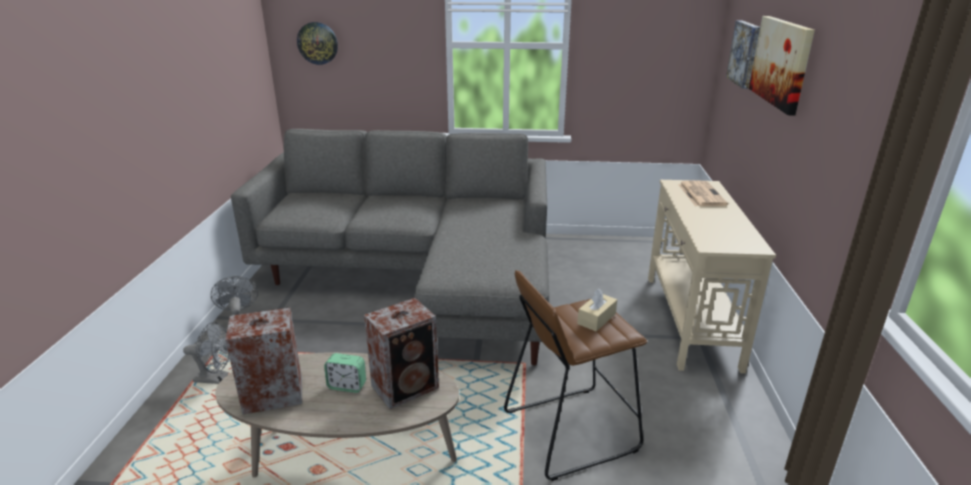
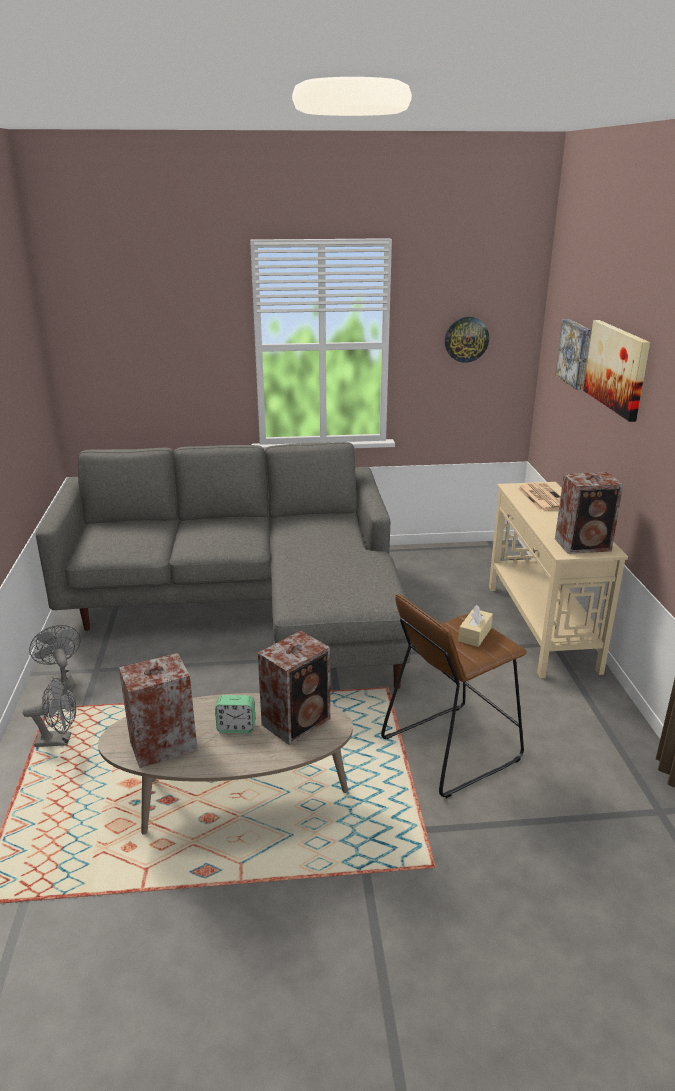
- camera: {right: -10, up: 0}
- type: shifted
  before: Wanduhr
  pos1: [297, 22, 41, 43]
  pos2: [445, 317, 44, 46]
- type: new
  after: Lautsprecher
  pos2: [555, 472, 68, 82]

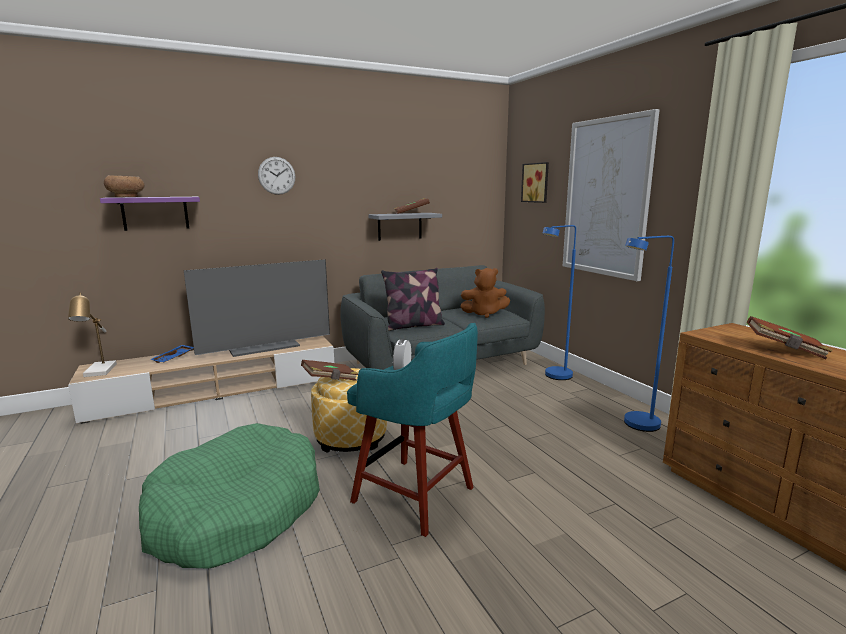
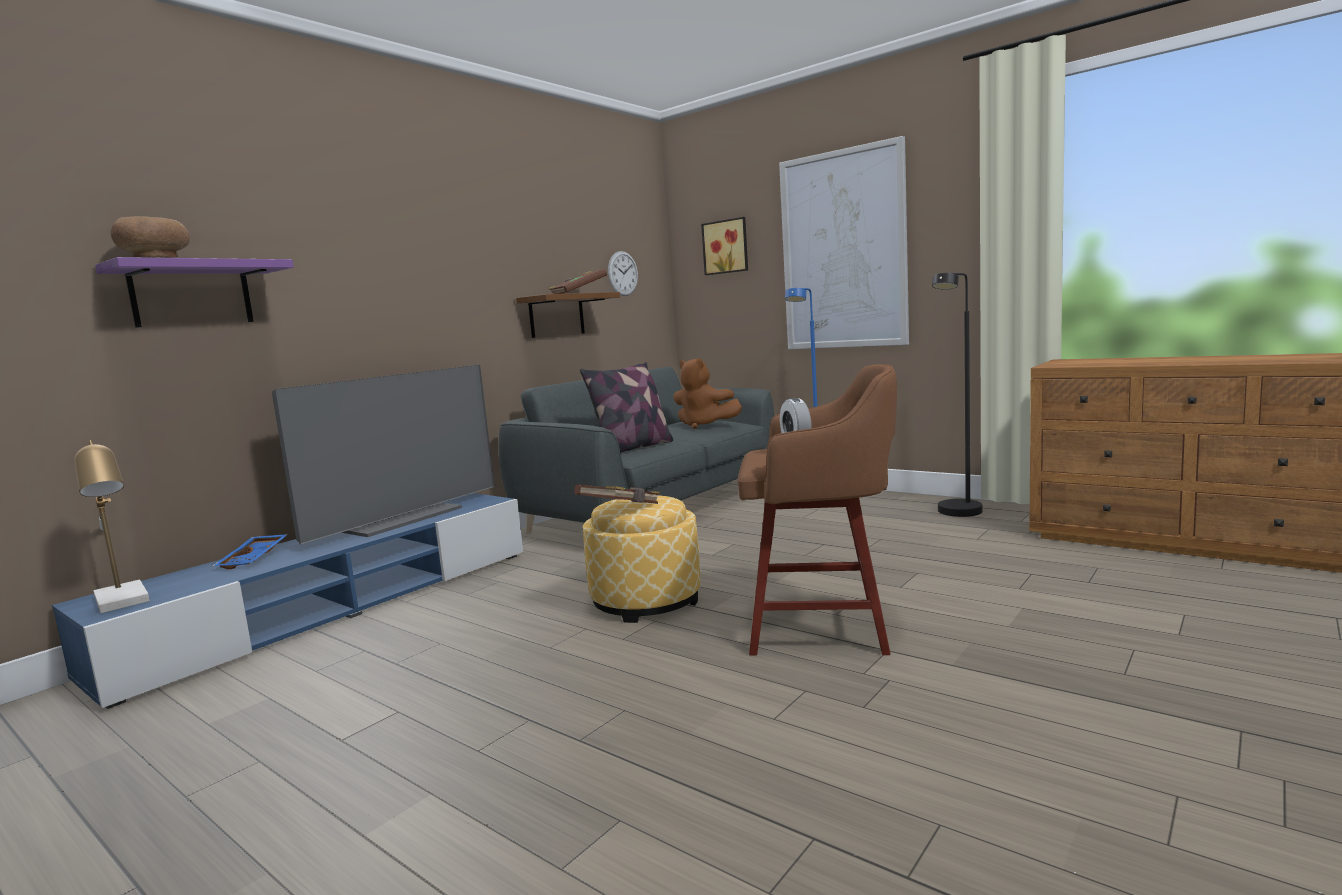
- camera: {right: -25, up: -5}
- type: repainted
  before: Fernsehschrank/beige
  after: Fernsehschrank/blau
  pos1: [68, 336, 266, 88]
  pos2: [52, 493, 471, 216]
- type: repainted
  before: Wandregal/grau
  after: Wandregal/braun
  pos1: [368, 213, 74, 28]
  pos2: [516, 292, 104, 46]
- type: shifted
  before: Wanduhr
  pos1: [258, 157, 37, 38]
  pos2: [608, 251, 30, 45]
- type: rotated
  before: Plüschtier/braun
  pos1: [460, 268, 50, 50]
  pos2: [673, 358, 69, 71]
  turn: 60
- type: repainted
  before: Hocker/türkis
  after: Hocker/braun
  pos1: [347, 323, 131, 214]
  pos2: [738, 364, 159, 291]
- type: repainted
  before: Stehlampe/blau
  after: Stehlampe/schwarz
  pos1: [624, 236, 50, 196]
  pos2: [932, 273, 50, 244]
- type: gone
  before: Hundebett/grün
  pos1: [139, 423, 181, 146]
- type: gone
  before: Buch/braun
  pos1: [747, 316, 86, 43]

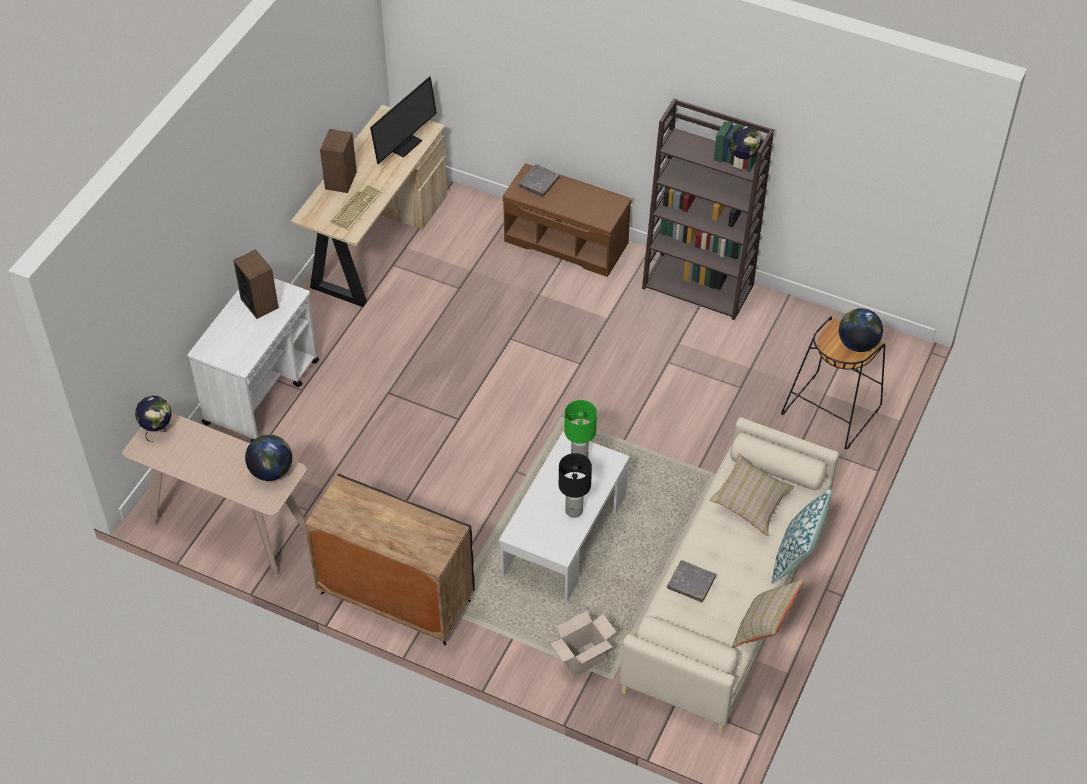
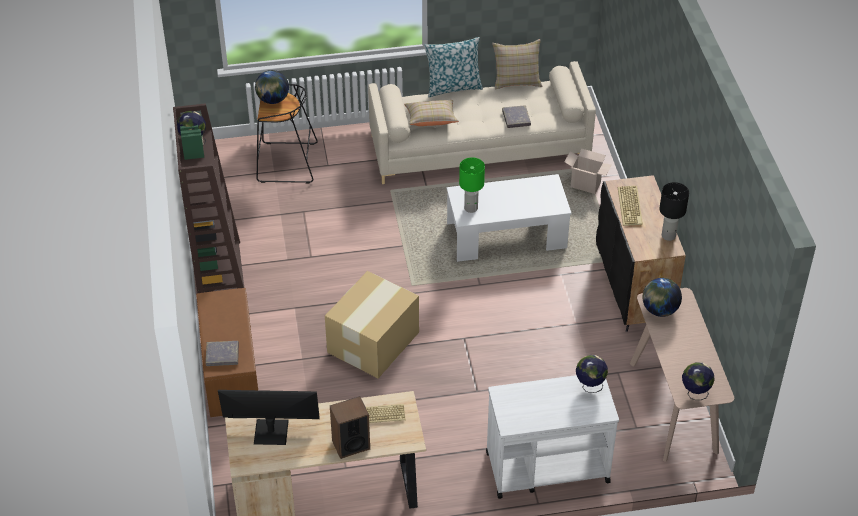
- camera: {right: -125, up: -5}
- type: new
  after: Karton
  pos2: [325, 271, 94, 107]
- type: new
  after: Globus
  pos2: [576, 355, 32, 38]
- type: new
  after: Tastatur
  pos2: [618, 186, 25, 40]
- type: shifted
  before: Tischlampe/schwarz
  pos1: [559, 453, 33, 65]
  pos2: [659, 182, 30, 59]
- type: gone
  before: Lautsprecher
  pos1: [233, 249, 46, 70]

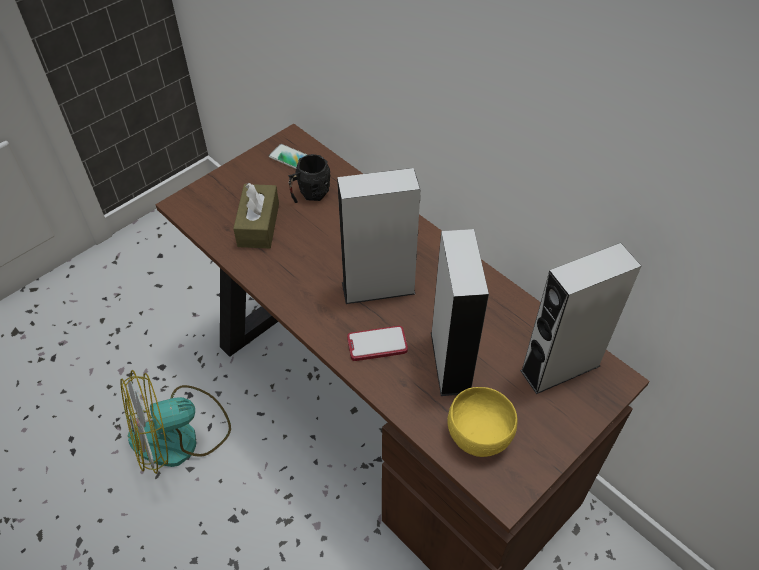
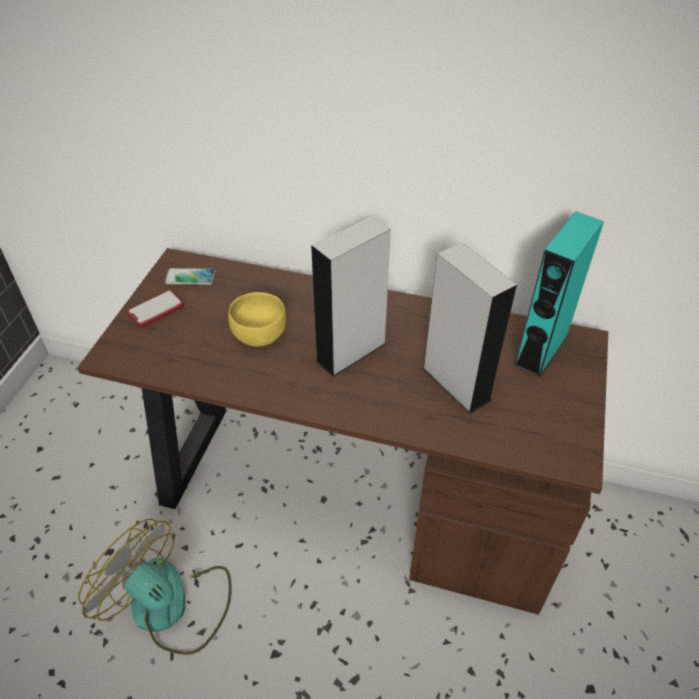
- camera: {right: -30, up: -5}
- type: rotated
  before: Ventilator
  pos1: [120, 370, 111, 104]
  pos2: [78, 519, 154, 136]
  turn: 90
- type: shifted
  before: Handy
  pos1: [347, 326, 61, 35]
  pos2: [127, 290, 57, 38]
- type: shifted
  before: Schüssel/gelb
  pos1: [447, 387, 71, 70]
  pos2: [228, 292, 58, 54]
- type: repainted
  before: Lautsprecher/grau
  after: Lautsprecher/türkis
  pos1: [520, 243, 121, 151]
  pos2: [514, 211, 90, 167]
- type: gone
  before: Taschentuchbox/braun
  pos1: [233, 183, 46, 65]
- type: gone
  before: Henkelbecher/schwarz
  pos1: [288, 154, 42, 49]

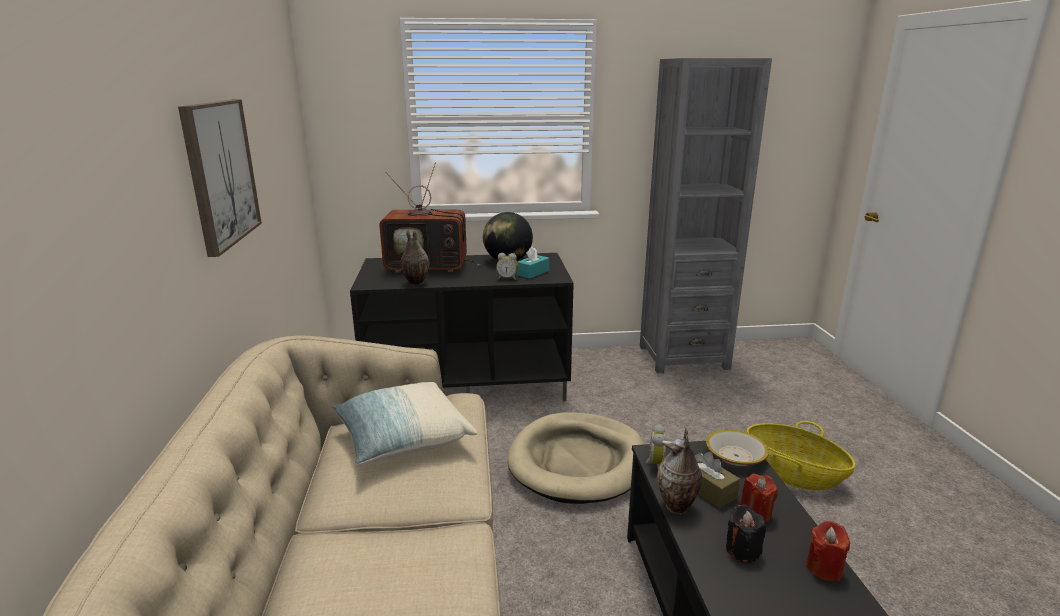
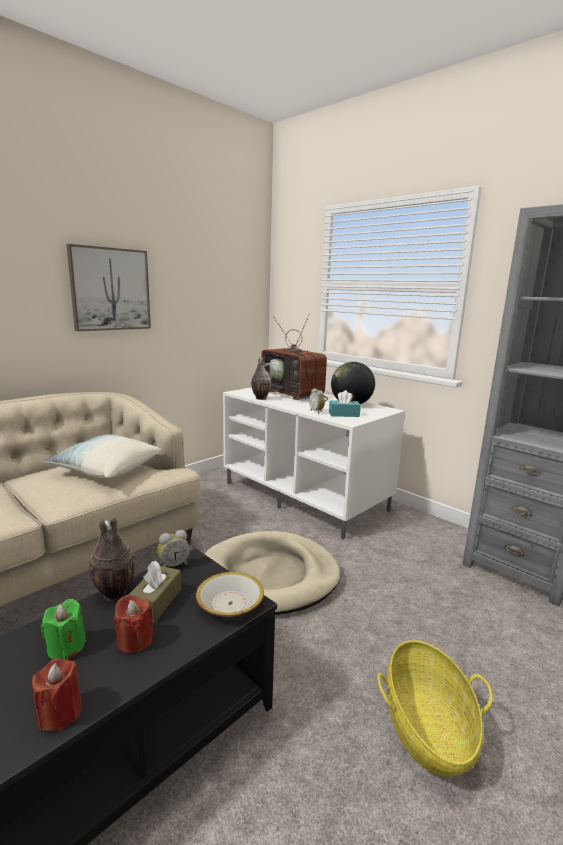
- camera: {right: 50, up: -5}
- type: repainted
  before: Kerze/schwarz
  after: Kerze/grün
  pos1: [726, 504, 40, 59]
  pos2: [41, 599, 45, 61]
- type: repainted
  before: Fernsehschrank/schwarz
  after: Fernsehschrank/weiß
  pos1: [350, 253, 224, 148]
  pos2: [223, 387, 182, 152]

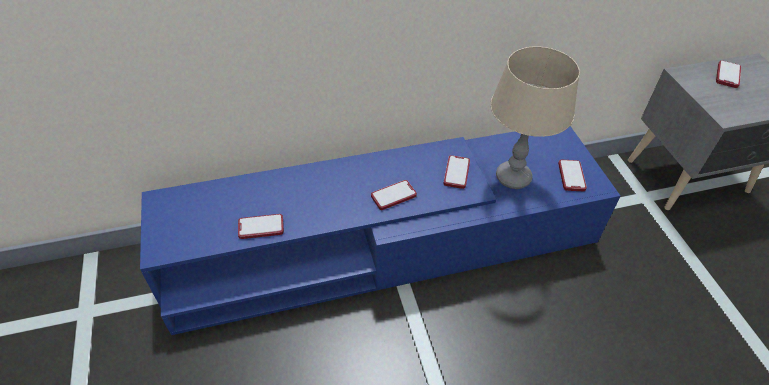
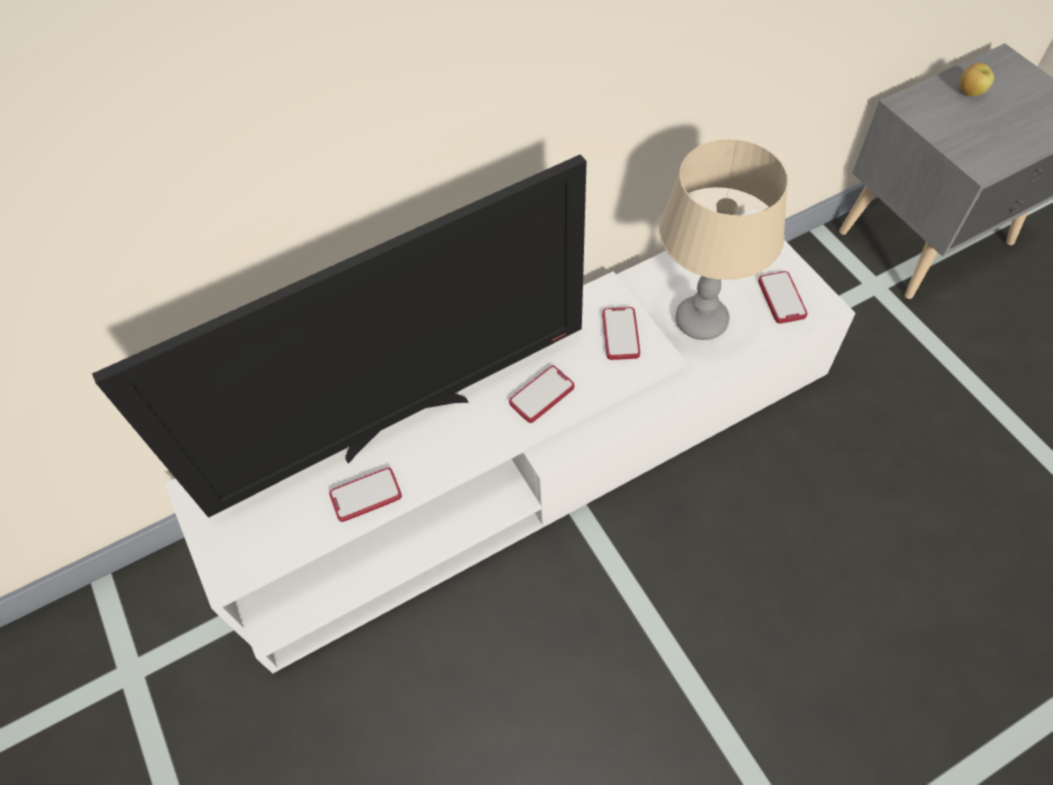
- camera: {right: -10, up: 10}
- type: new
  after: Fernseher
  pos2: [92, 154, 495, 364]
- type: repainted
  before: Fernsehschrank/blau
  after: Fernsehschrank/weiß
  pos1: [140, 126, 481, 209]
  pos2: [164, 209, 692, 465]
- type: swapped
  before: Handy
  after: Apfel
  pos1: [716, 60, 25, 28]
  pos2: [960, 63, 34, 33]

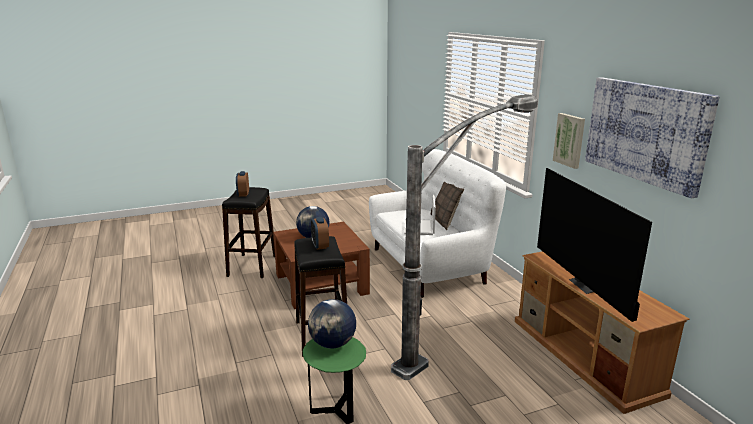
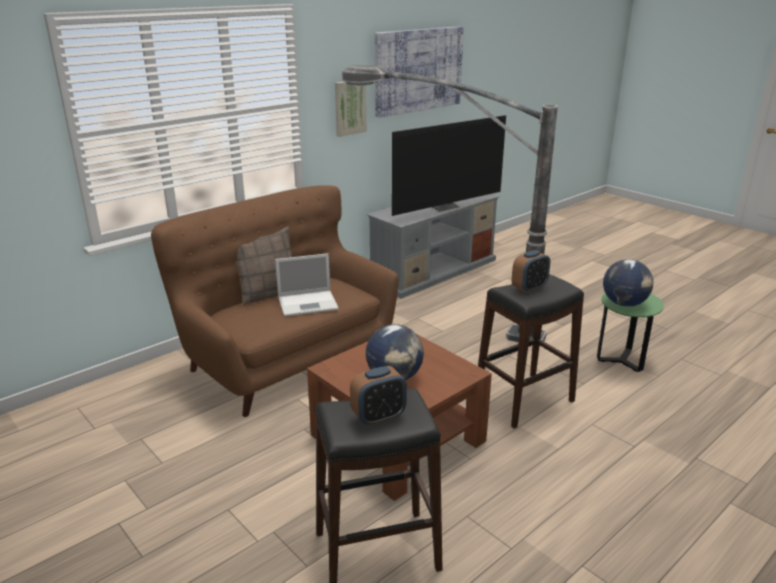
- camera: {right: -110, up: 5}
- type: repainted
  before: Sofa/weiß
  after: Sofa/braun
  pos1: [369, 149, 137, 149]
  pos2: [151, 185, 247, 232]
- type: repainted
  before: Fernsehschrank/braun
  after: Fernsehschrank/grau
  pos1: [515, 251, 175, 163]
  pos2: [367, 194, 133, 105]

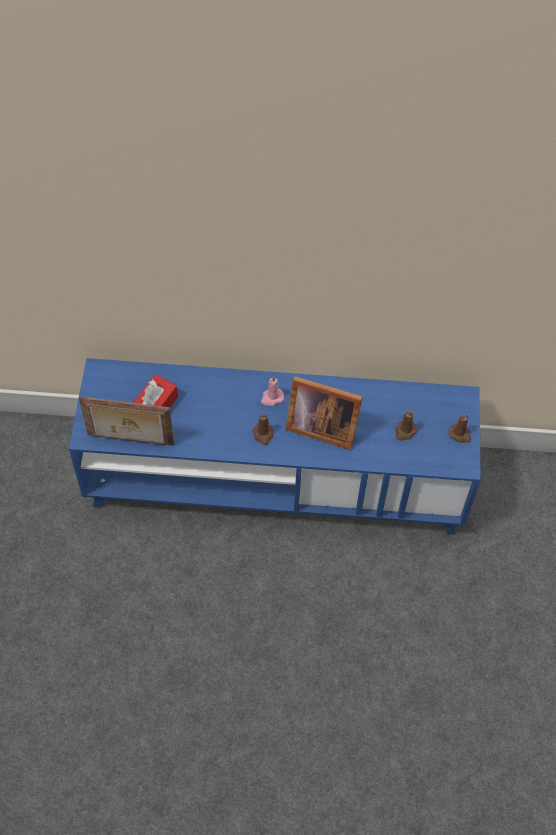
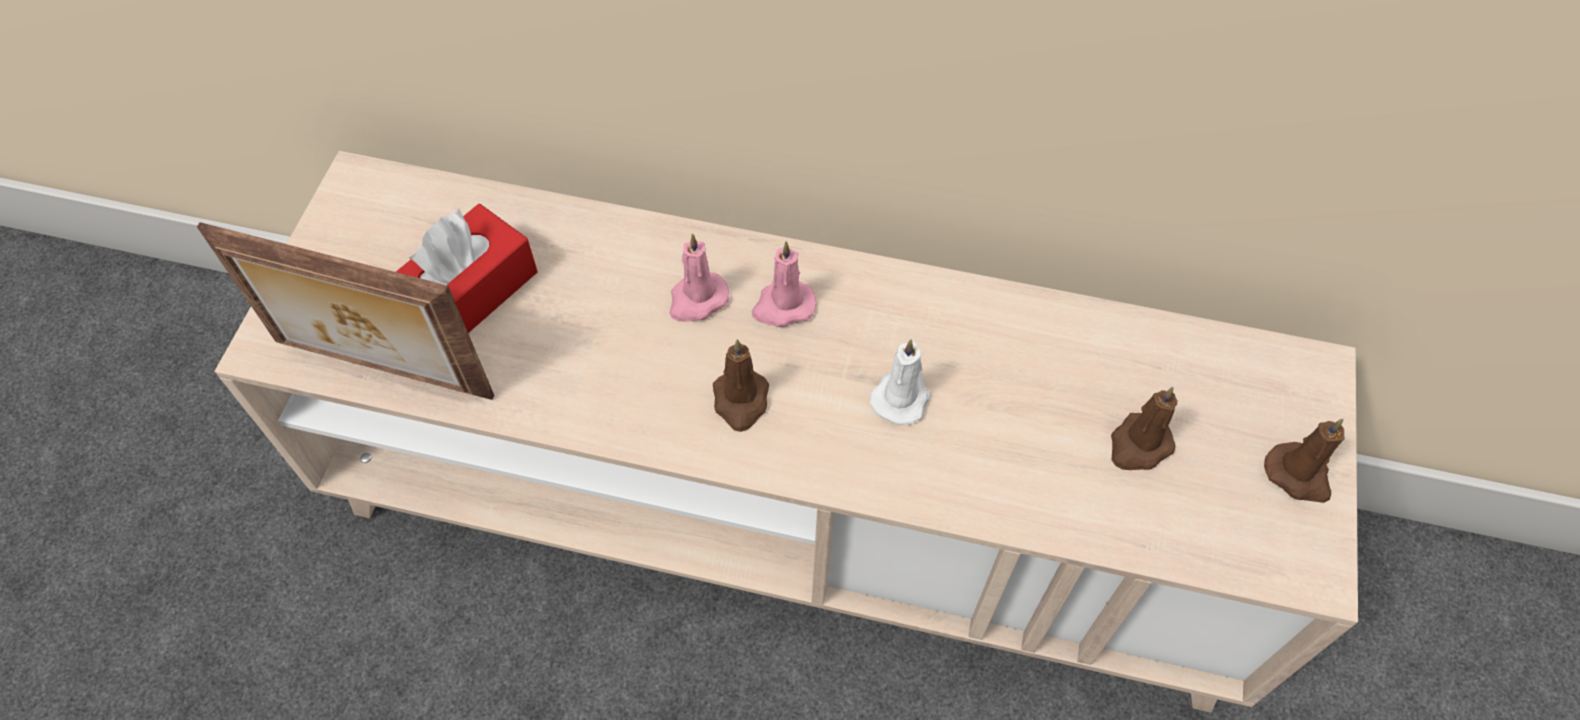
- camera: {right: 10, up: 0}
- type: repainted
  before: Fernsehschrank/blau
  after: Fernsehschrank/beige
  pos1: [69, 358, 412, 177]
  pos2: [214, 151, 1144, 562]
- type: new
  after: Kerze/rosa
  pos2: [669, 234, 60, 88]
- type: swapped
  before: Bilderrahmen
  after: Kerze/weiß
  pos1: [285, 376, 78, 74]
  pos2: [870, 339, 61, 86]

